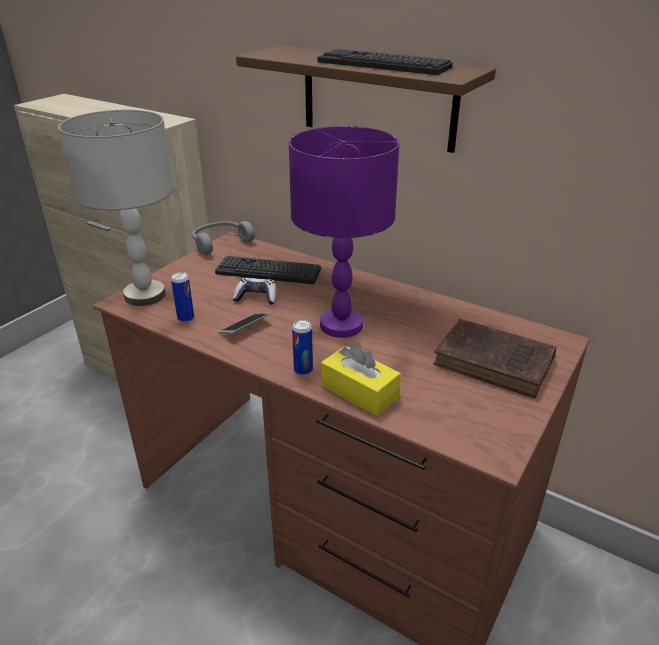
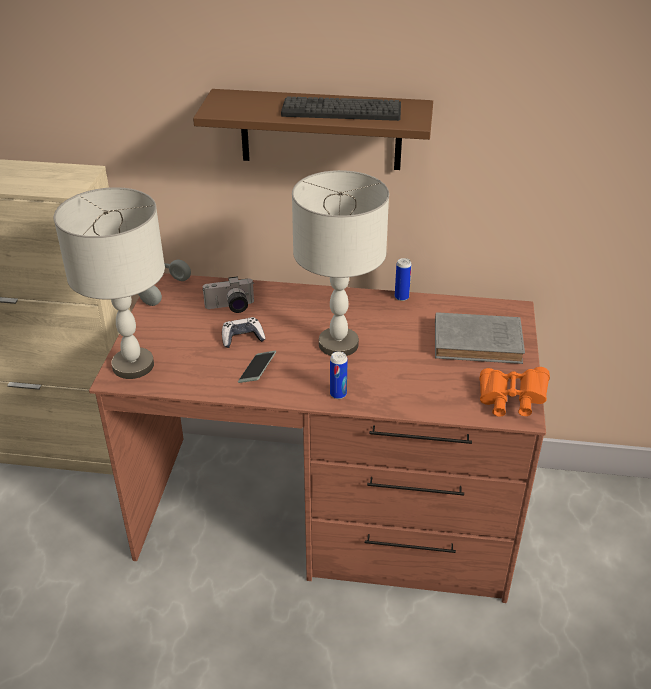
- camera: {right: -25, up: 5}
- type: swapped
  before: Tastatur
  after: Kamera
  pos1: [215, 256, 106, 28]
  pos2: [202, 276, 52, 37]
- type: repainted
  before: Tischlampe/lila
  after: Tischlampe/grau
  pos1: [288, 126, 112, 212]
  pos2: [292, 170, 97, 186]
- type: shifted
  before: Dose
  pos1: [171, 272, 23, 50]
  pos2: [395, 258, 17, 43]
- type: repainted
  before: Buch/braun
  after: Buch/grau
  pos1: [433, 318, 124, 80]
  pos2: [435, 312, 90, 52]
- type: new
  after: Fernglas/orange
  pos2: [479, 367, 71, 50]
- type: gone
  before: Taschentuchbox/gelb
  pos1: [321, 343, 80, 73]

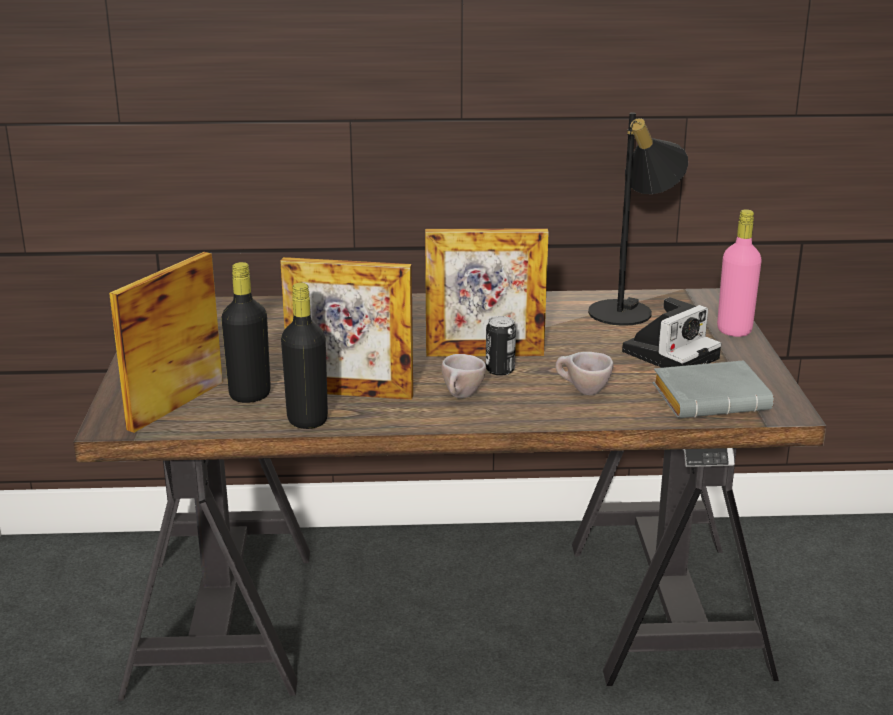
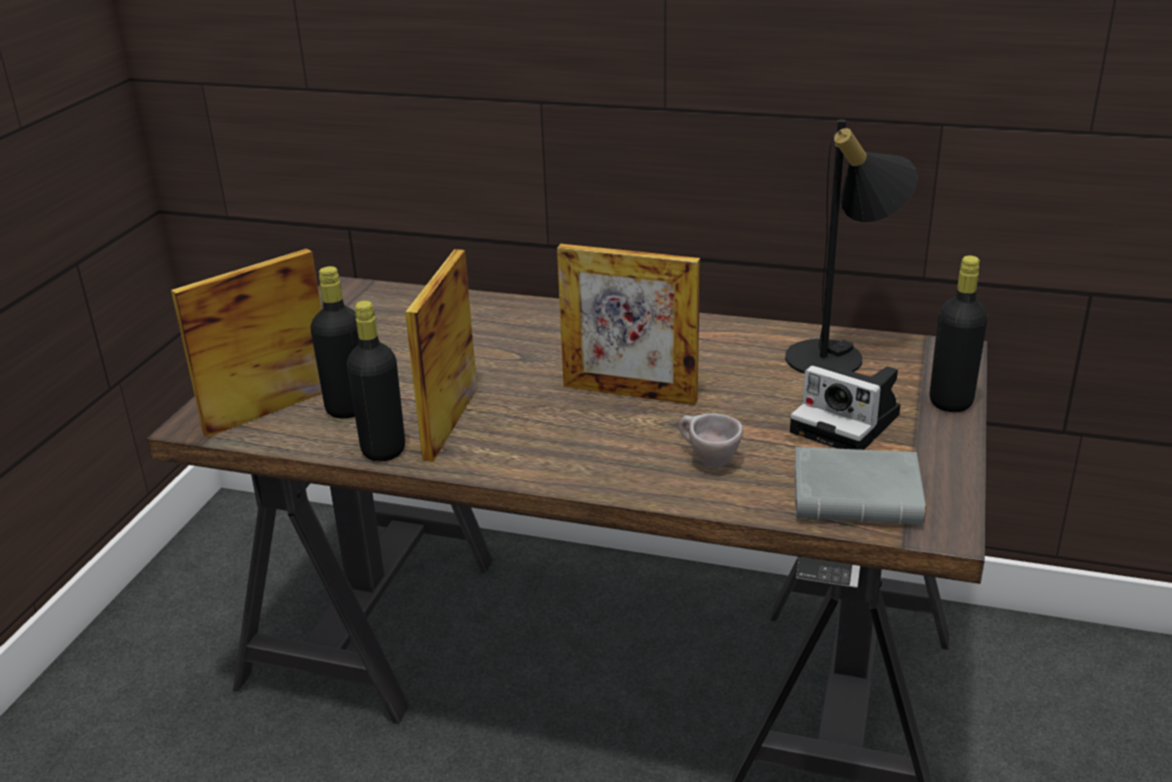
- camera: {right: 20, up: 5}
- type: rotated
  before: Bilderrahmen
  pos1: [280, 257, 133, 143]
  pos2: [405, 249, 72, 213]
  turn: 75
- type: rotated
  before: Kamera
  pos1: [622, 297, 99, 71]
  pos2: [790, 366, 111, 84]
  turn: 60
- type: repainted
  before: Flasche/rosa
  after: Flasche/schwarz
  pos1: [717, 209, 45, 128]
  pos2: [930, 256, 58, 156]
- type: gone
  before: Tasse/beige
  pos1: [442, 354, 44, 44]
- type: gone
  before: Dose
  pos1: [486, 316, 30, 60]

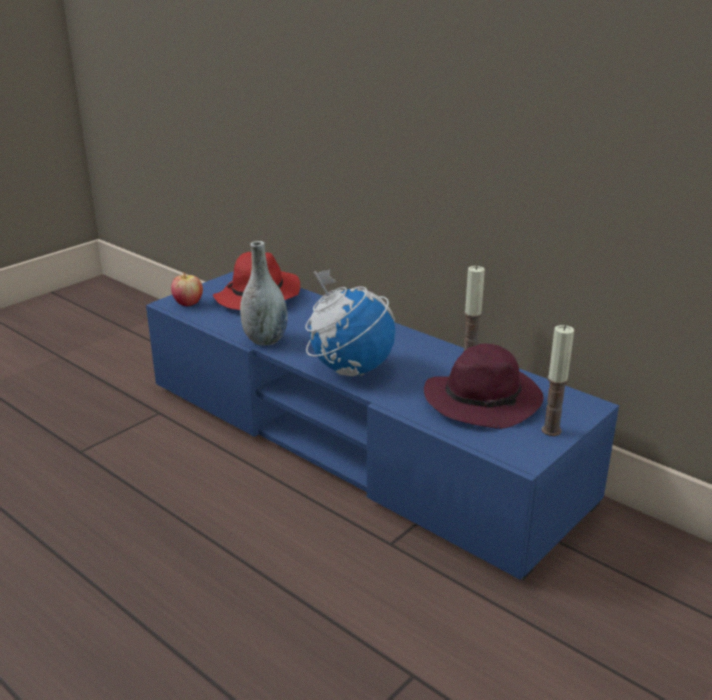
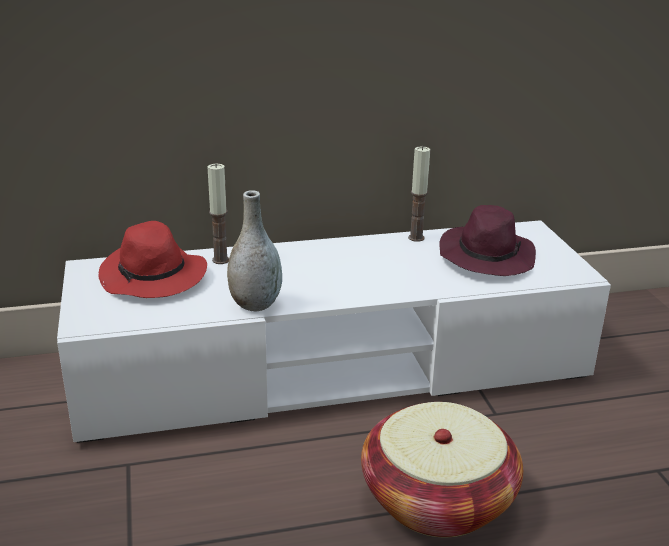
- camera: {right: -55, up: 0}
- type: repainted
  before: Fernsehschrank/blau
  after: Fernsehschrank/weiß
  pos1: [146, 271, 473, 310]
  pos2: [57, 220, 554, 223]
- type: shifted
  before: Kerze
  pos1: [542, 325, 32, 111]
  pos2: [208, 163, 21, 101]
- type: new
  after: Korb
  pos2: [361, 402, 162, 135]
- type: gone
  before: Apfel
  pos1: [171, 272, 32, 34]
- type: gone
  before: Globus
  pos1: [305, 269, 90, 107]

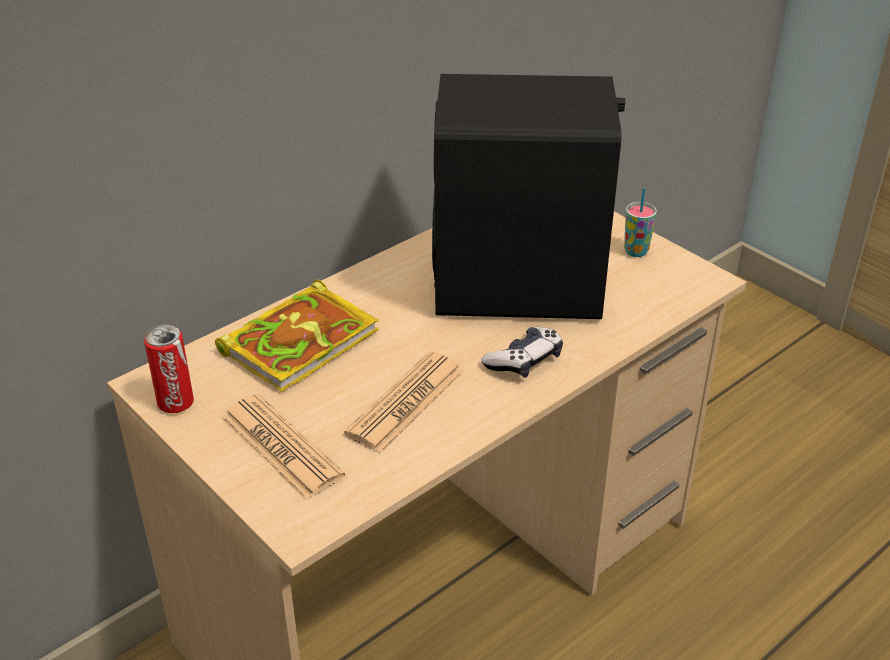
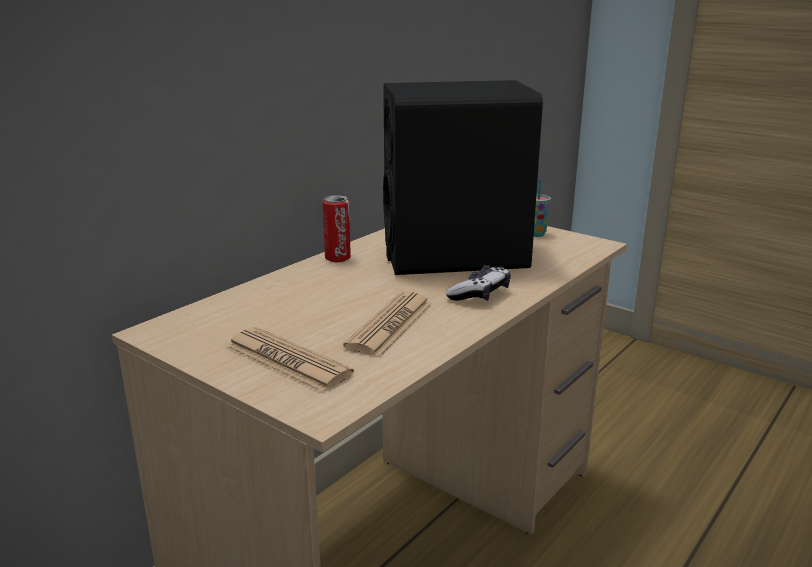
- camera: {right: -10, up: -15}
- type: shifted
  before: Dose
  pos1: [144, 324, 50, 89]
  pos2: [322, 195, 29, 67]
- type: gone
  before: Buch
  pos1: [215, 280, 164, 112]

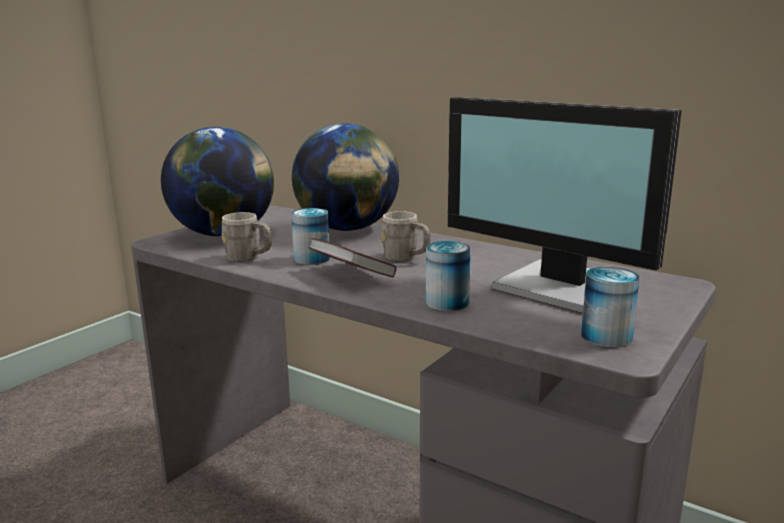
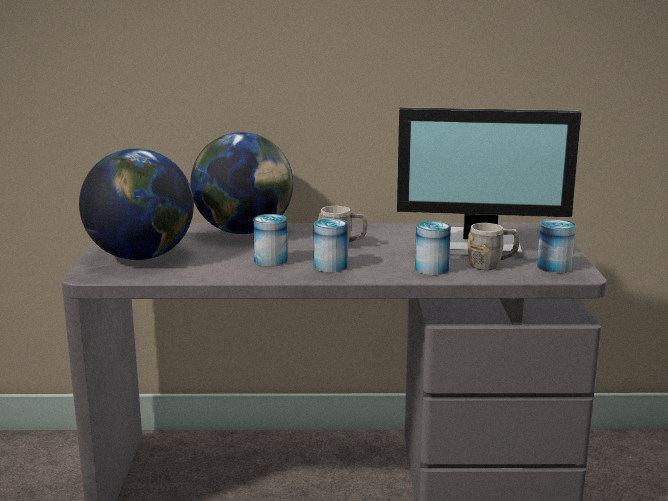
- camera: {right: -35, up: 0}
- type: swapped
  before: Buch
  after: Dose
  pos1: [308, 238, 88, 39]
  pos2: [313, 219, 35, 53]
- type: shifted
  before: Henkelbecher/grau
  pos1: [221, 212, 51, 50]
  pos2: [468, 223, 52, 47]

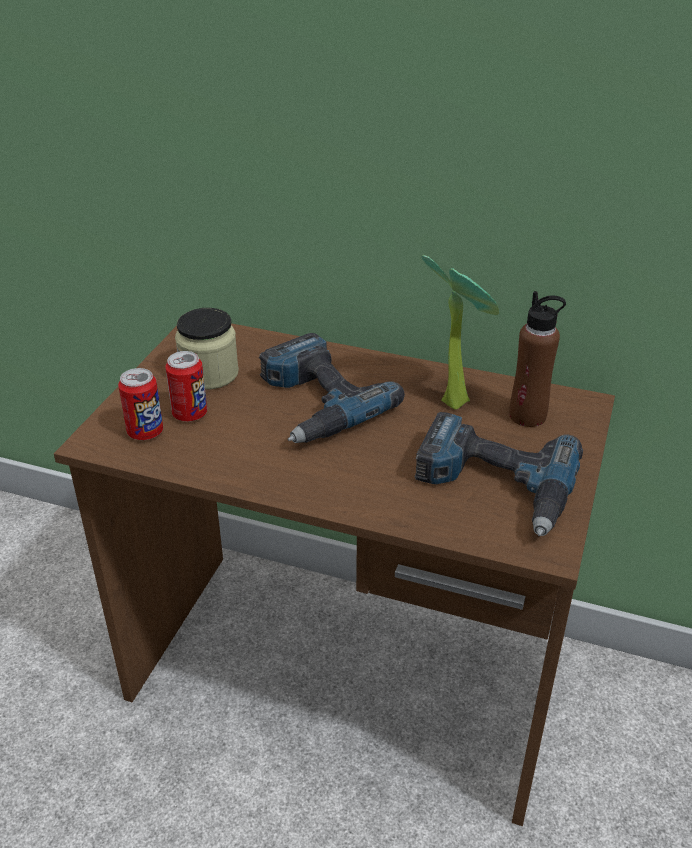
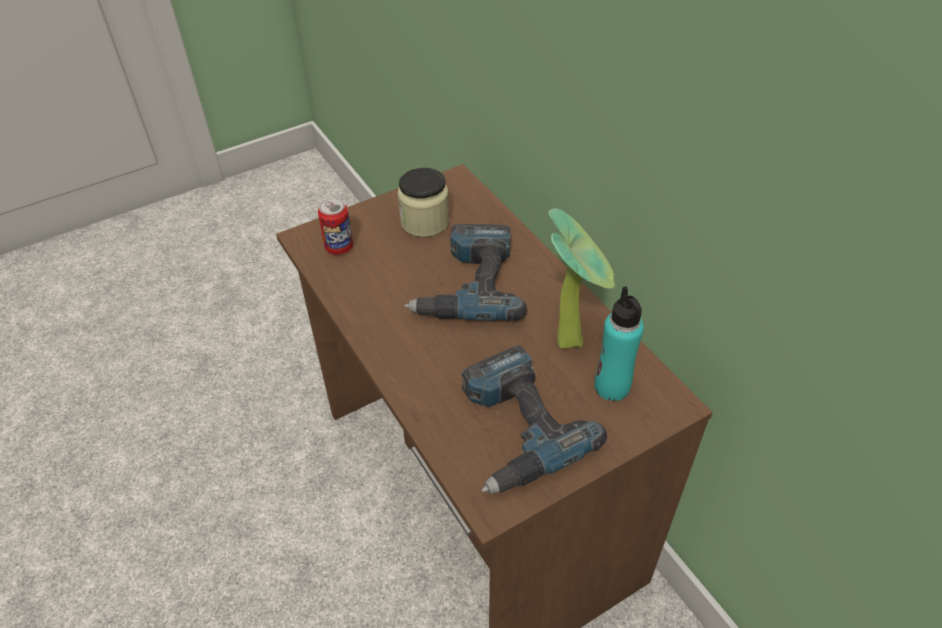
- camera: {right: 40, up: 10}
- type: repainted
  before: Flasche/braun
  after: Flasche/türkis
  pos1: [509, 291, 57, 136]
  pos2: [595, 286, 49, 115]
- type: gone
  before: Dose
  pos1: [165, 351, 42, 71]

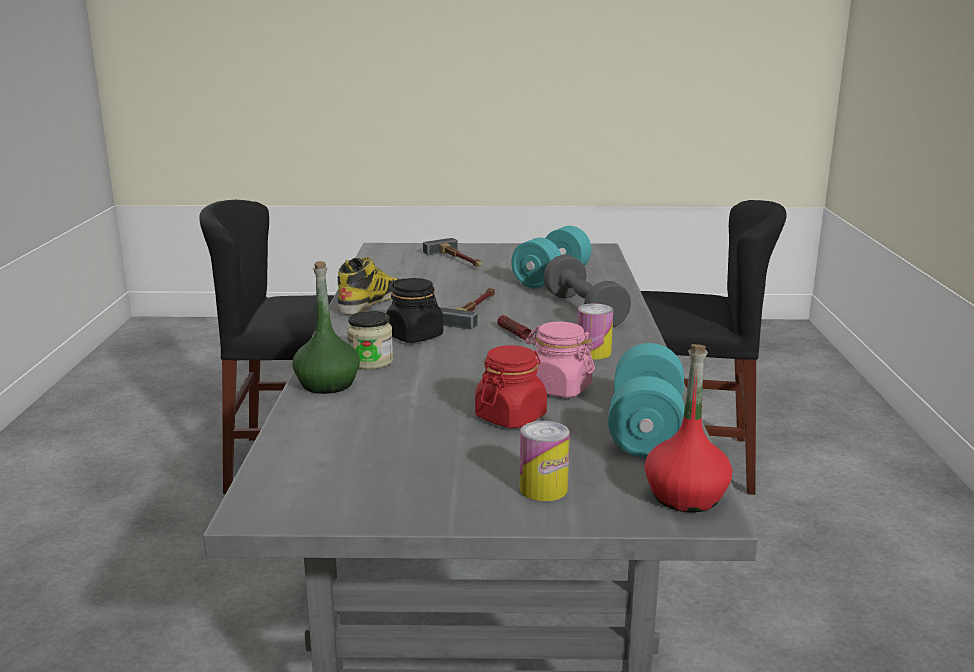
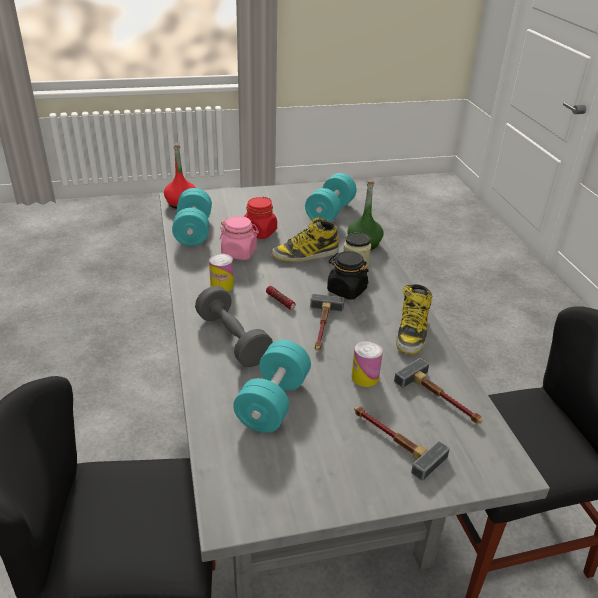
- camera: {right: 165, up: 15}
- type: new
  after: Stiefel
  pos2: [271, 218, 68, 44]
- type: new
  after: Hantel/türkis
  pos2: [305, 173, 52, 49]
- type: shifted
  before: Dose
  pos1: [520, 421, 50, 80]
  pos2: [351, 340, 32, 47]
- type: new
  after: Hammer
  pos2: [394, 358, 89, 66]

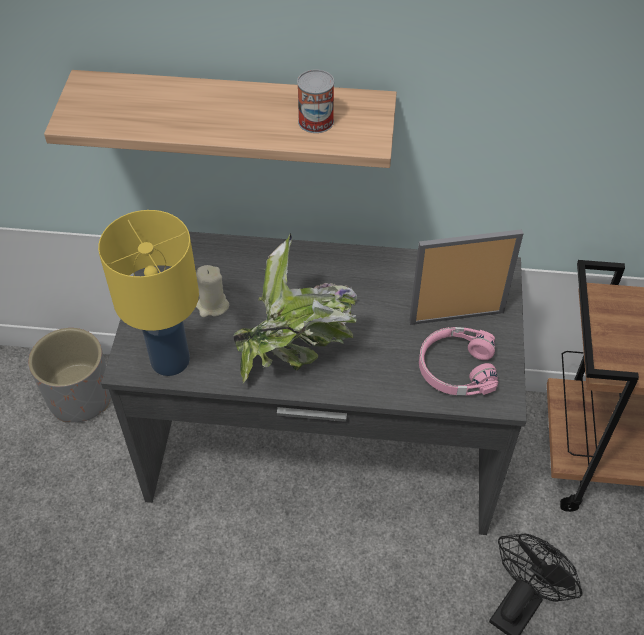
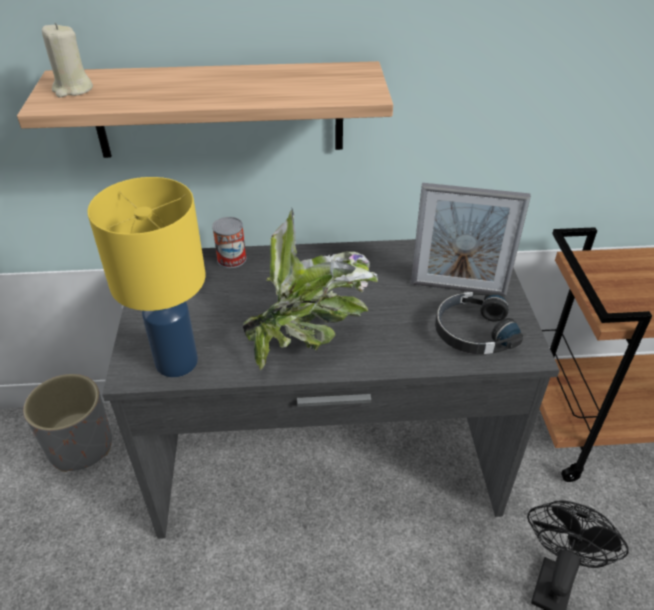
- camera: {right: -10, up: -10}
- type: shifted
  before: Kerze/beige
  pos1: [196, 265, 33, 52]
  pos2: [42, 23, 51, 74]
- type: shifted
  before: Dose
  pos1: [297, 69, 37, 64]
  pos2: [212, 217, 34, 51]
- type: rotated
  before: Bilderrahmen
  pos1: [409, 229, 115, 96]
  pos2: [411, 183, 120, 113]
  turn: -150
- type: repainted
  before: Kopfhörer/rosa
  after: Kopfhörer/schwarz
  pos1: [419, 327, 79, 68]
  pos2: [435, 292, 88, 62]

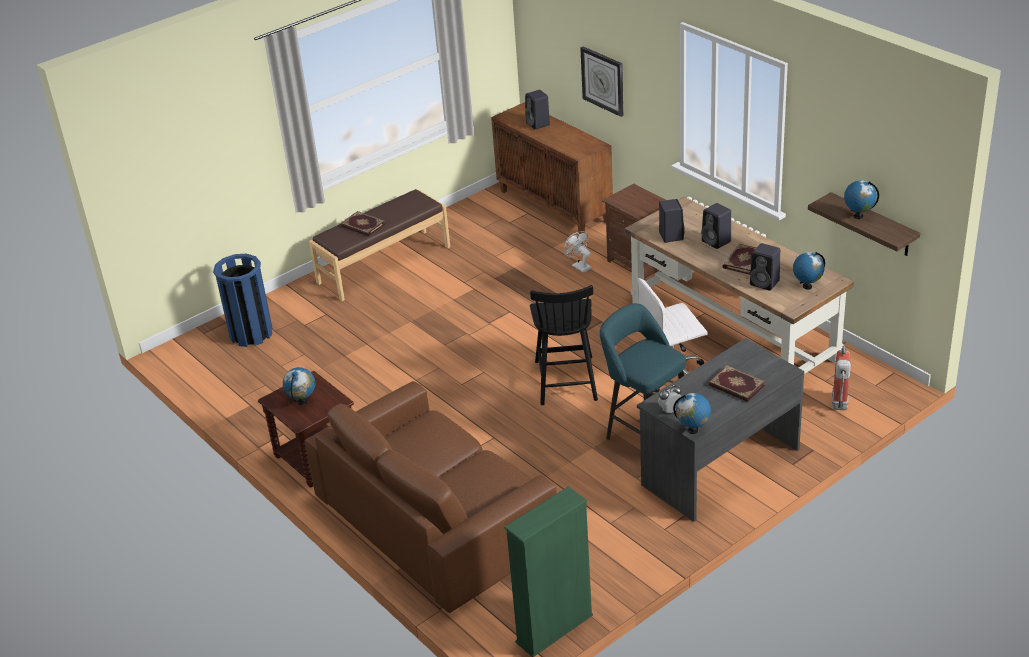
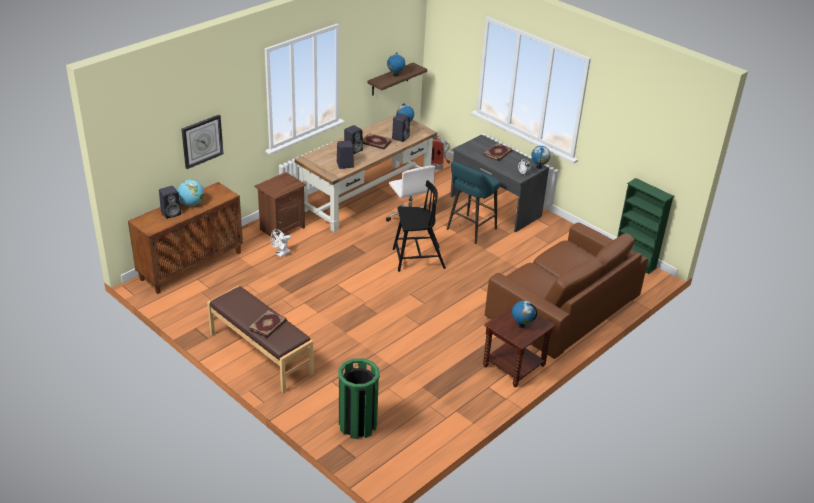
- camera: {right: -100, up: 0}
- type: new
  after: Globus
  pos2: [177, 179, 27, 27]
- type: repainted
  before: Mülleimer/blau
  after: Mülleimer/grün
  pos1: [213, 254, 60, 93]
  pos2: [338, 358, 42, 81]

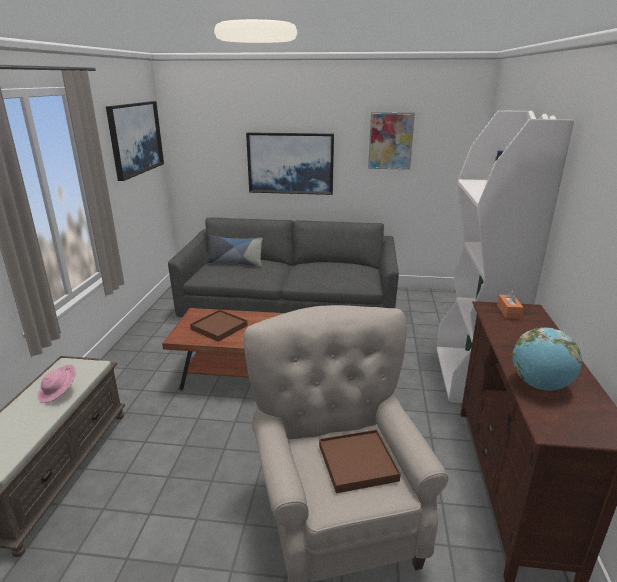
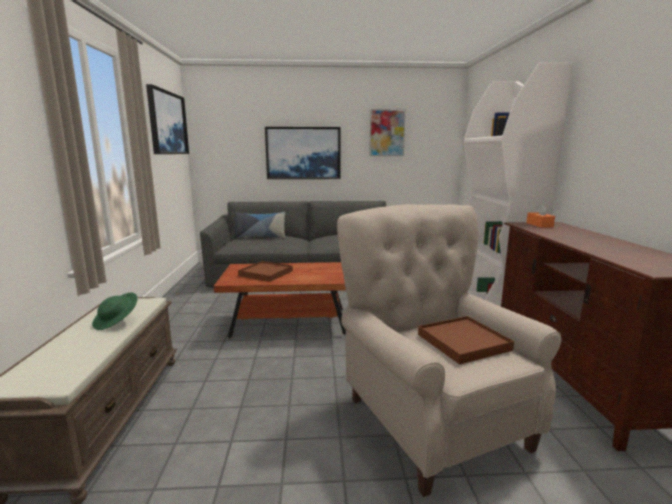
- camera: {right: -10, up: -10}
- type: repainted
  before: Hut/rosa
  after: Hut/grün
  pos1: [37, 365, 39, 38]
  pos2: [92, 292, 46, 38]
- type: gone
  before: Globus
  pos1: [512, 327, 70, 64]

